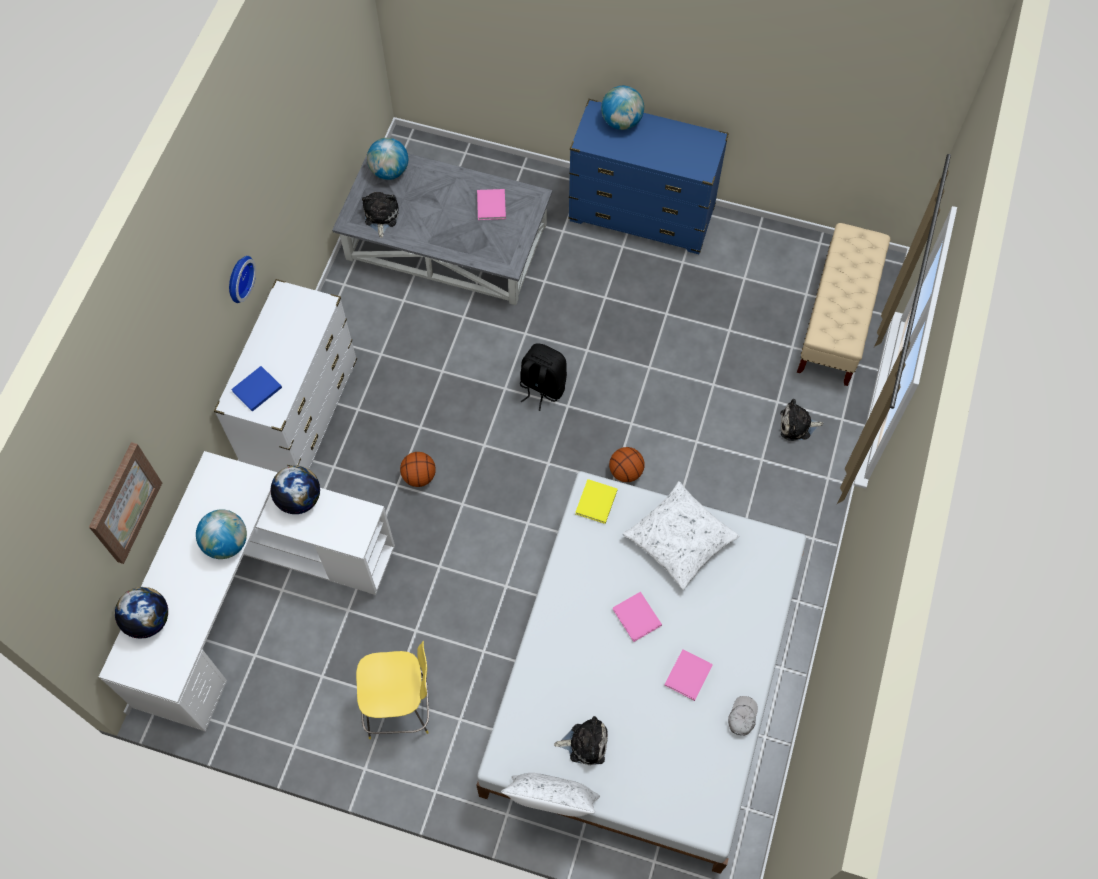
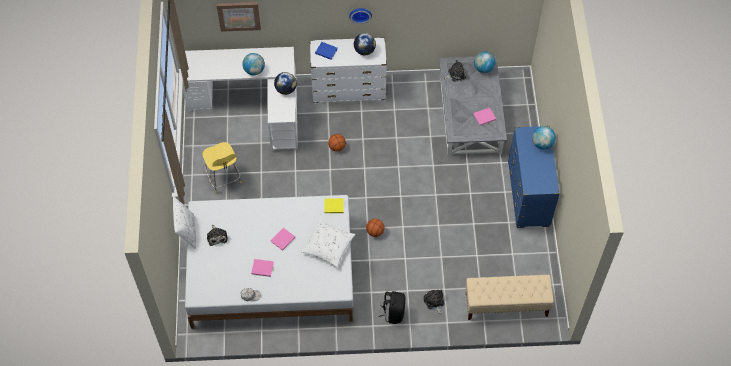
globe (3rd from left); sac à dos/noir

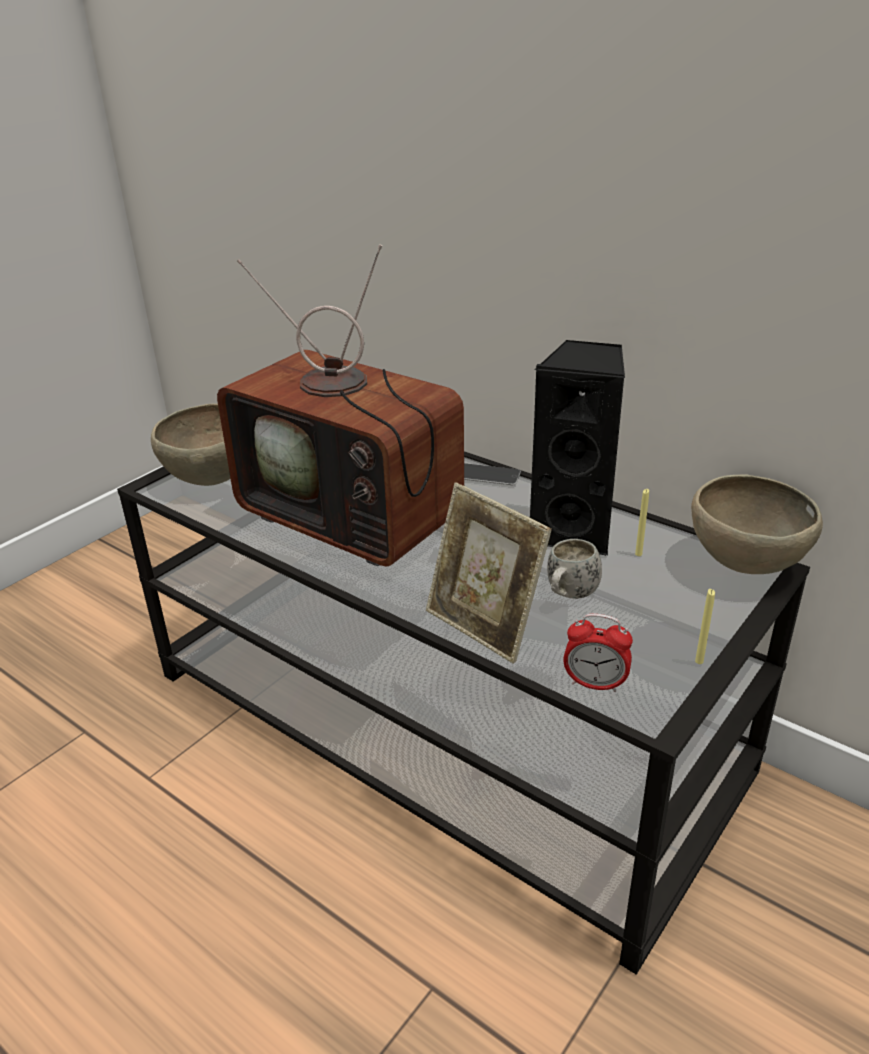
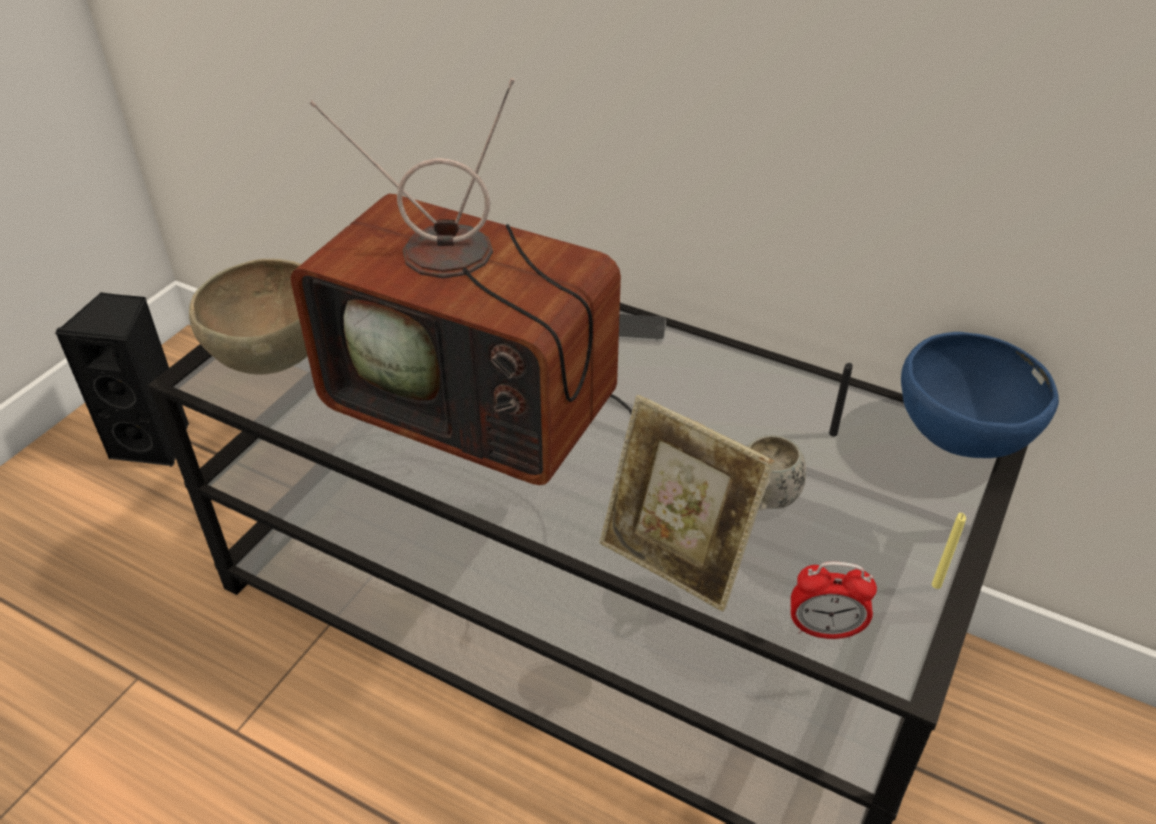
enceinte/noir; bougie/noir; bol/bleu

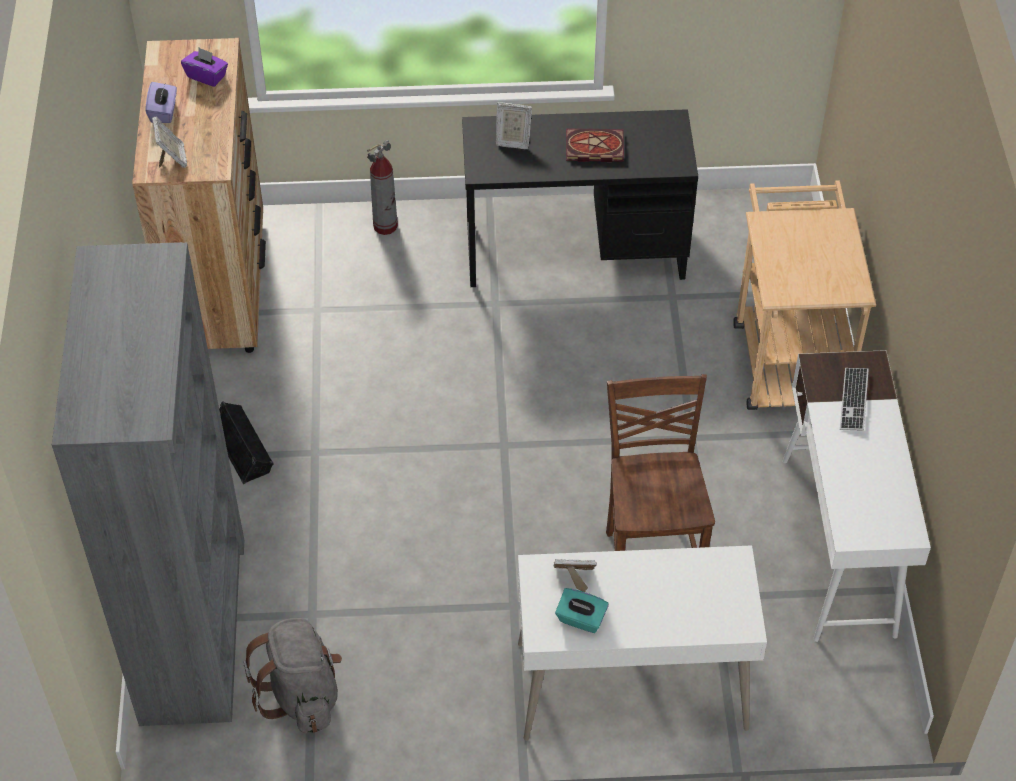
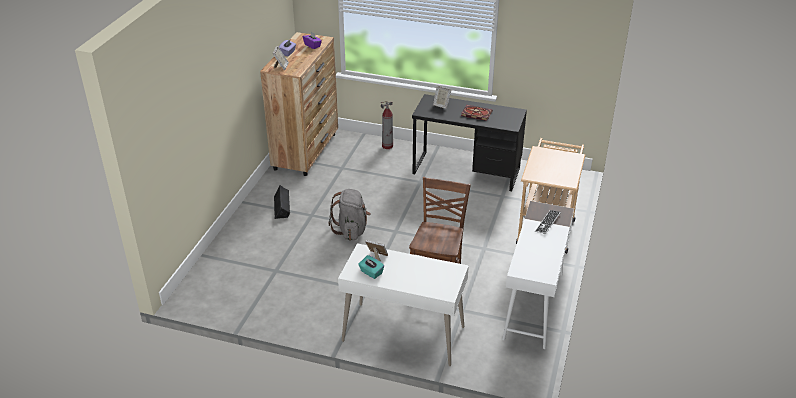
bibliothèque/gris; sac à dos/gris

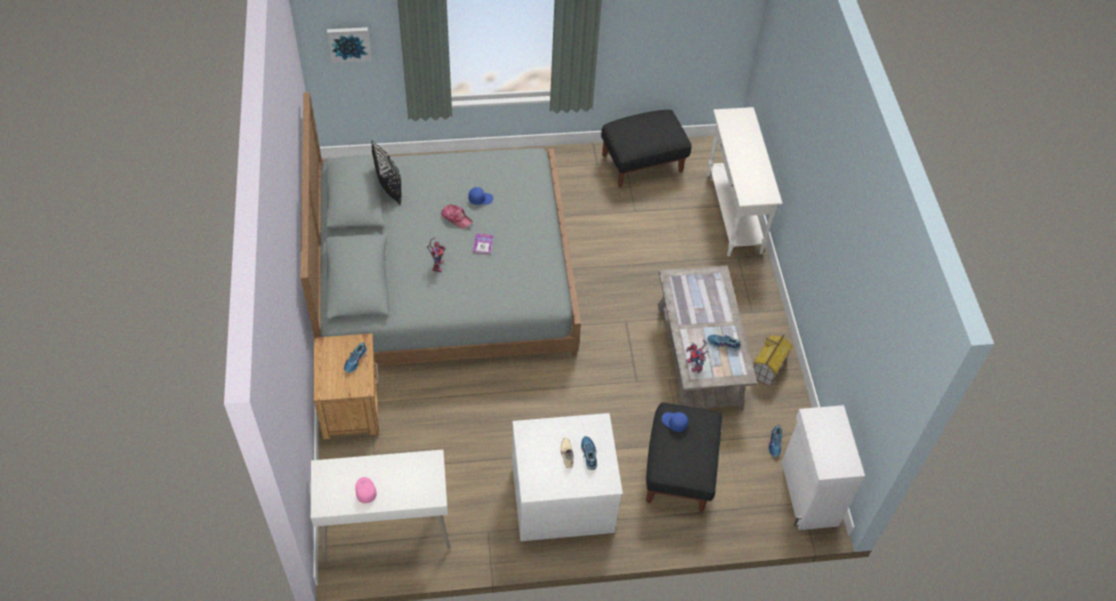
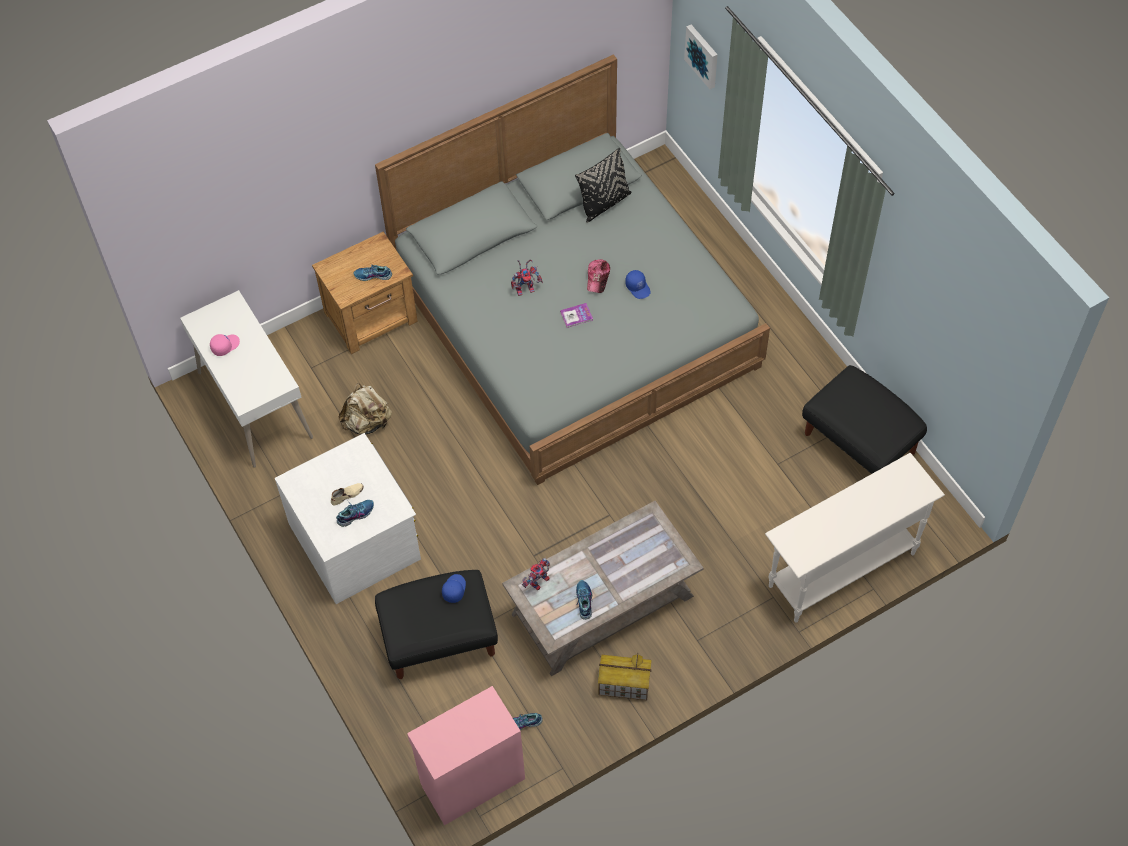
meuble de rangement/rose; sac à dos/beige

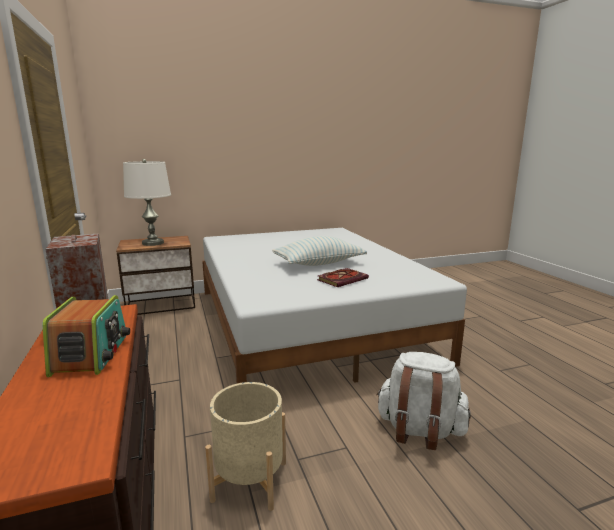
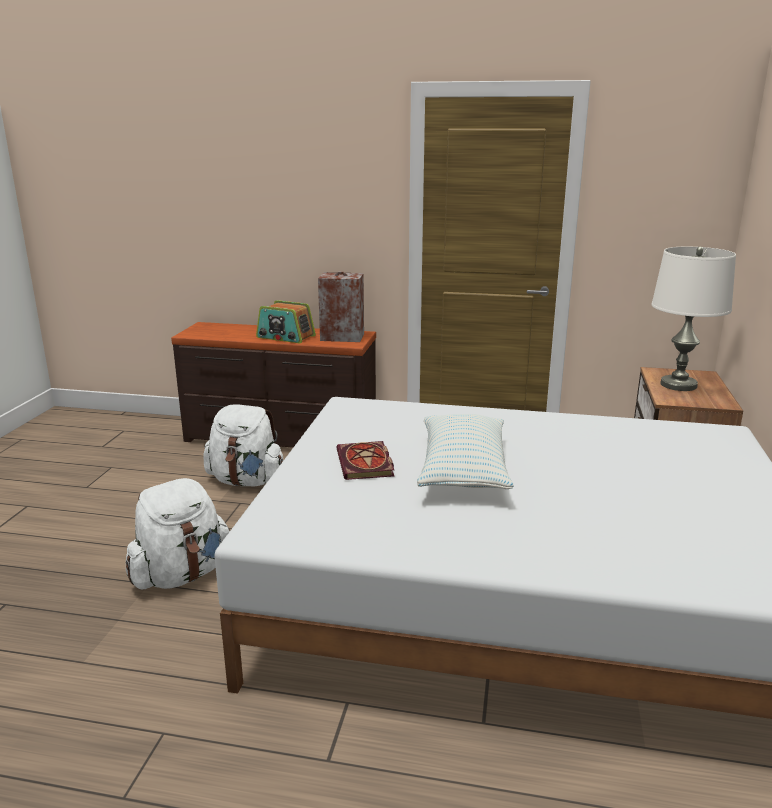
sac à dos/blanc (2nd from left)

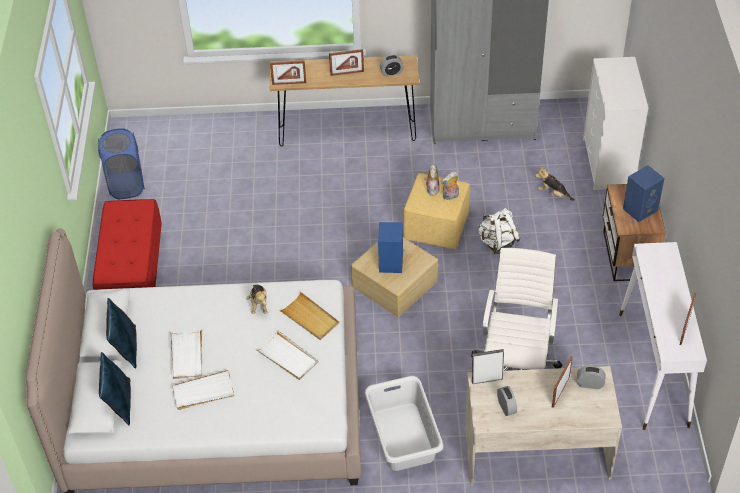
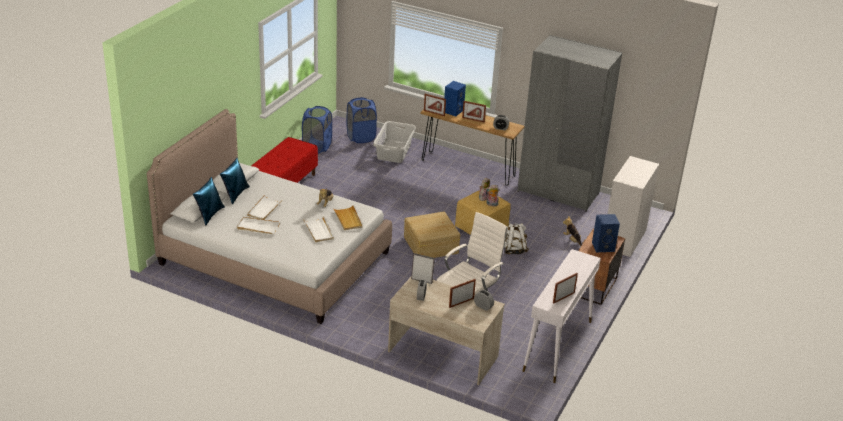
panier à linge/gris; enceinte/bleu (1st from left); panier à linge/bleu (2nd from left)

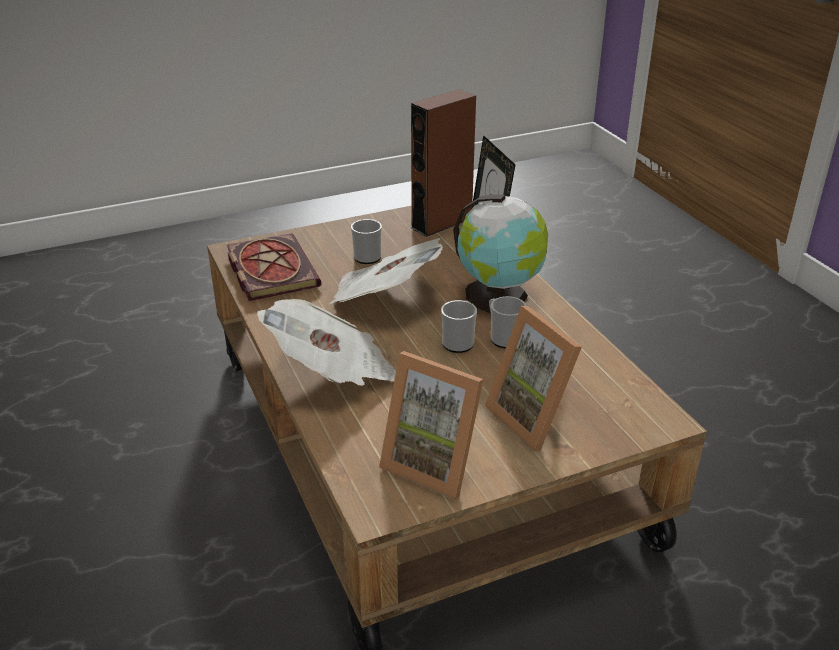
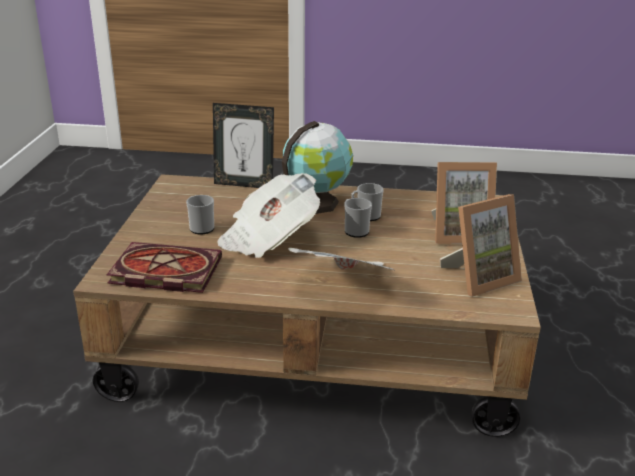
enceinte/marron

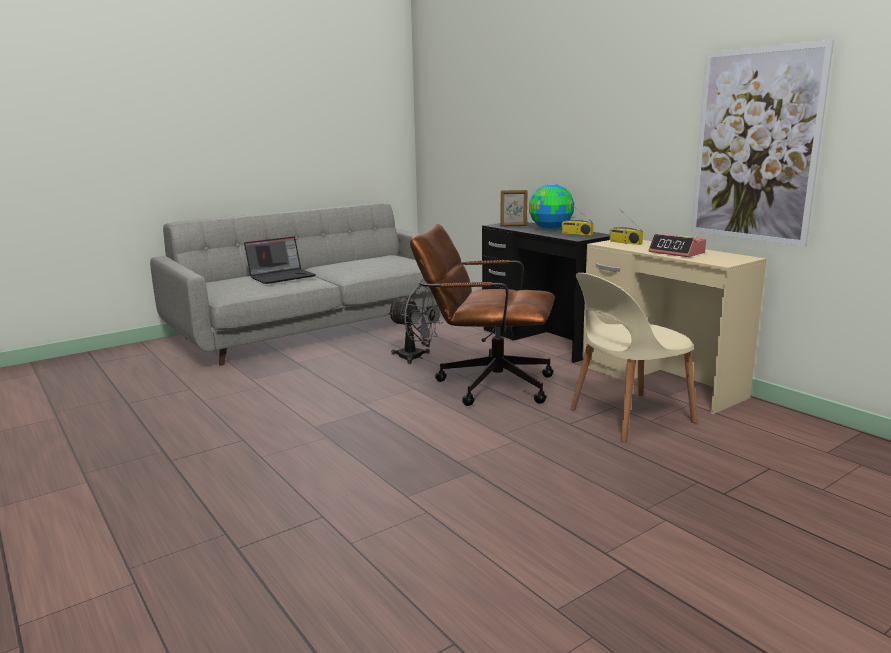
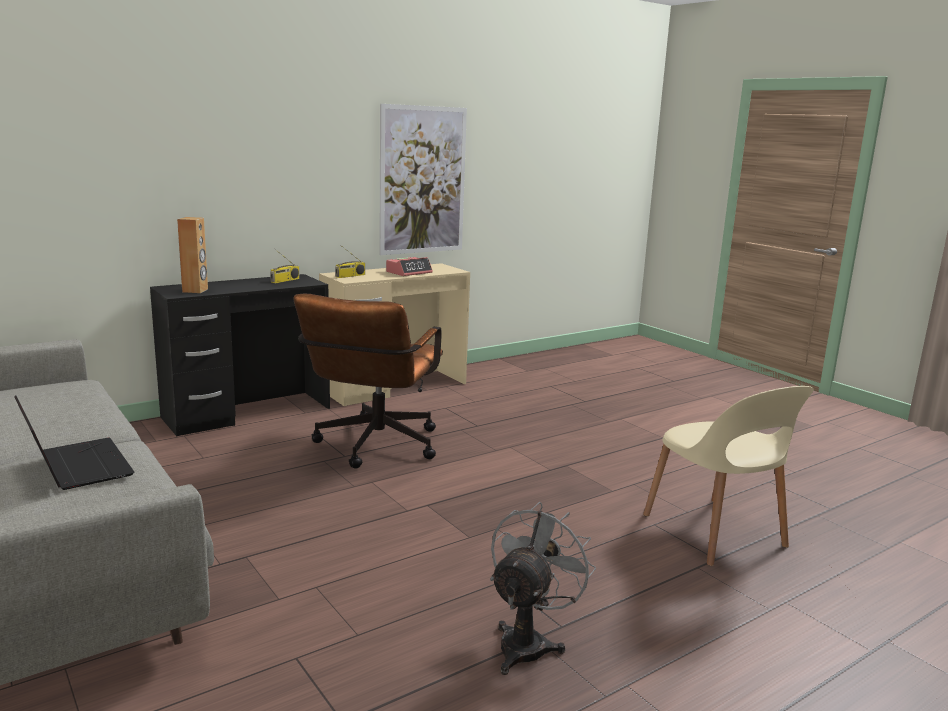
ventilateur/gris; enceinte/marron; globe; chaise/beige

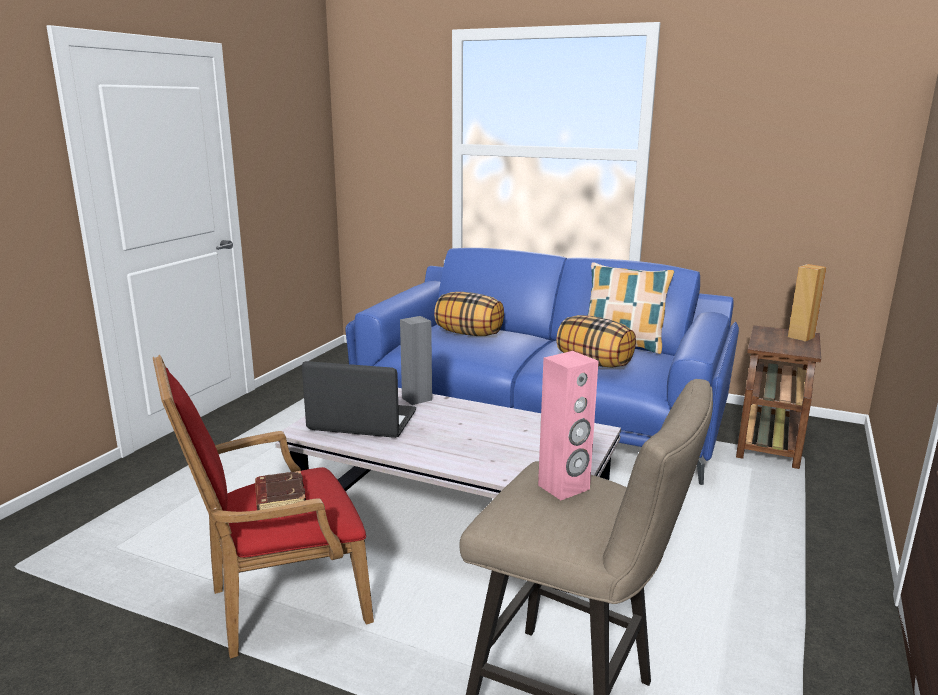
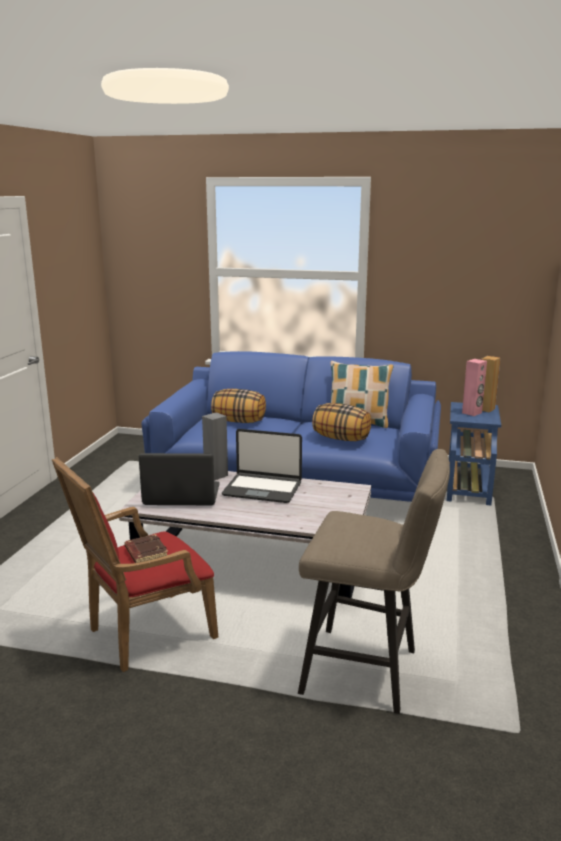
enceinte/rose; table d'appoint/bleu; ordinateur portable (2nd from left)

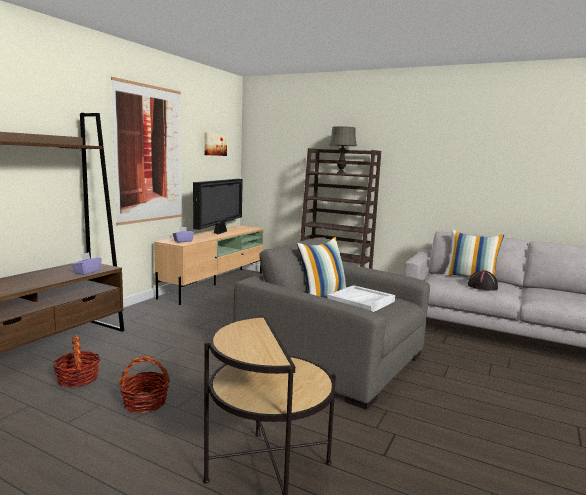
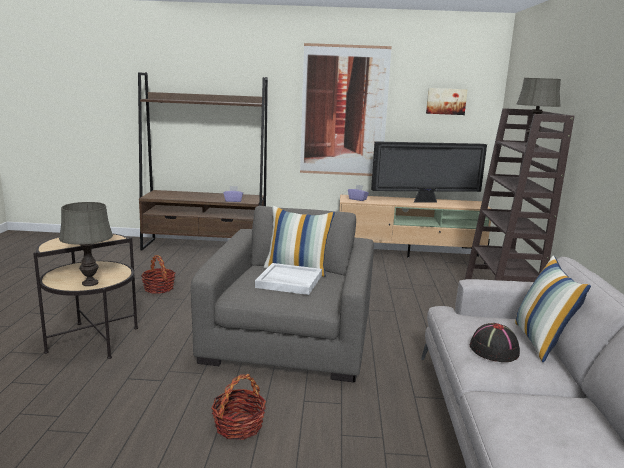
panier (2nd from left); lampe de table/gris (1st from left)

